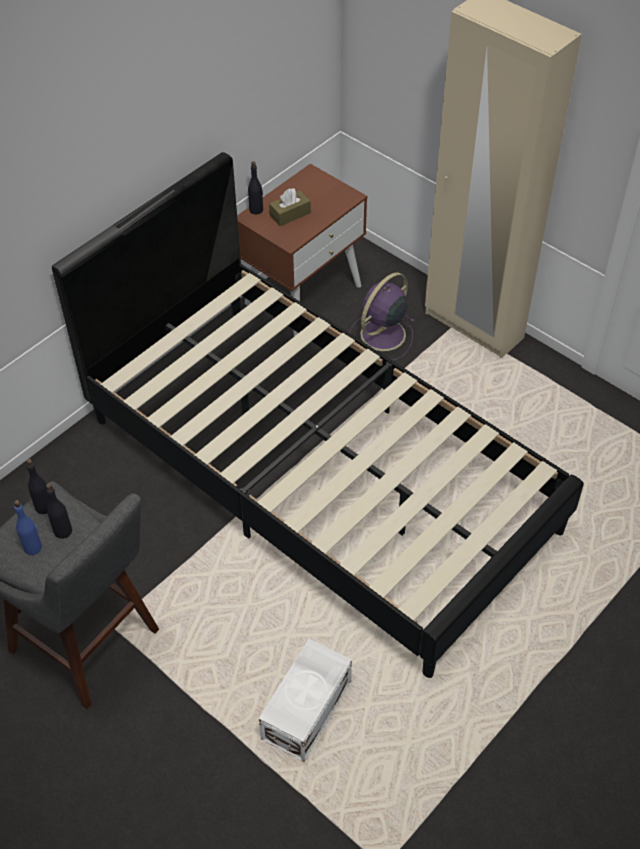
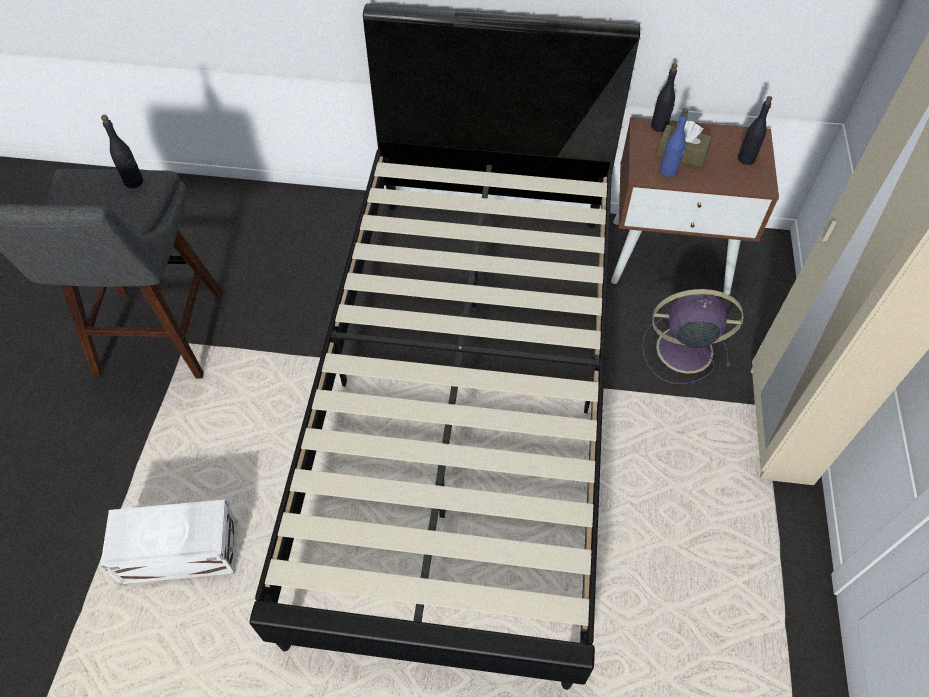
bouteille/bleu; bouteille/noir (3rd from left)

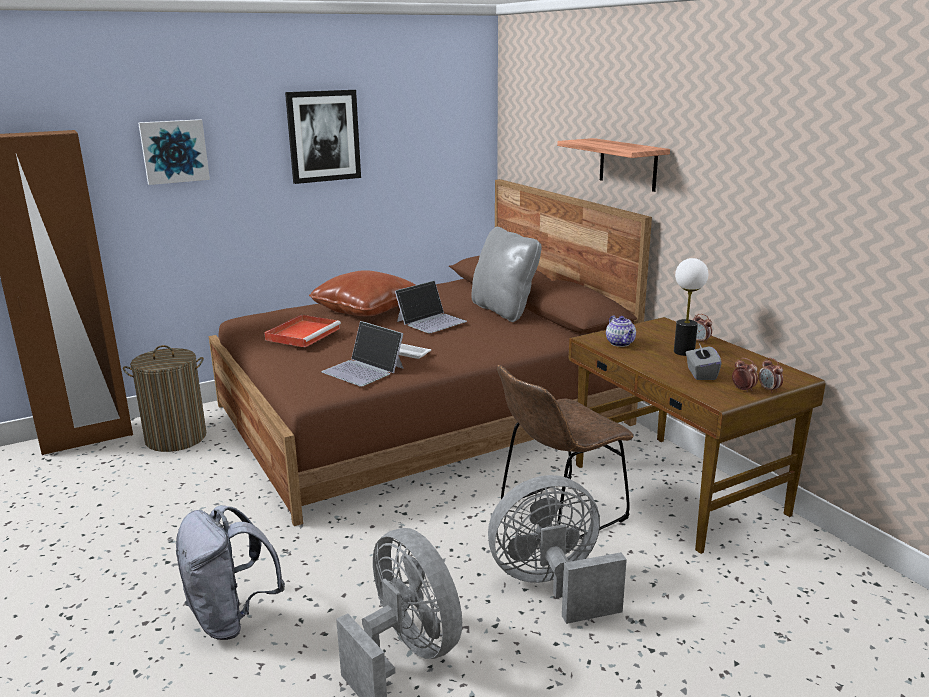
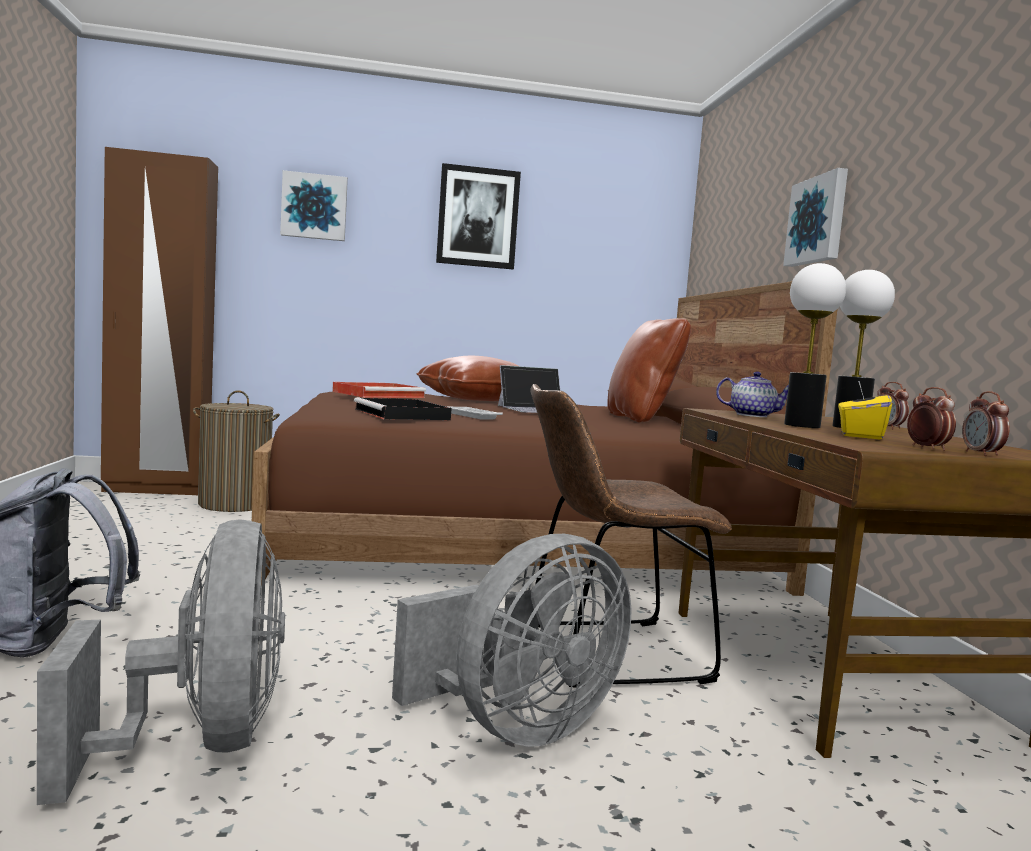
plateau/noir; coussin/marron (2nd from left); ventilateur/gris (2nd from left); tableau (3rd from left); théière; boîte à mouchoirs/jaune; lampe de table (1st from left)

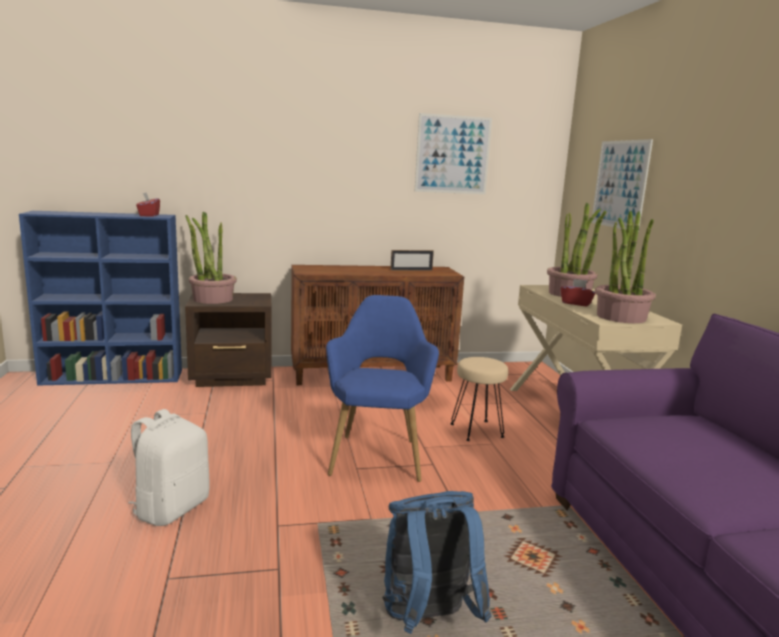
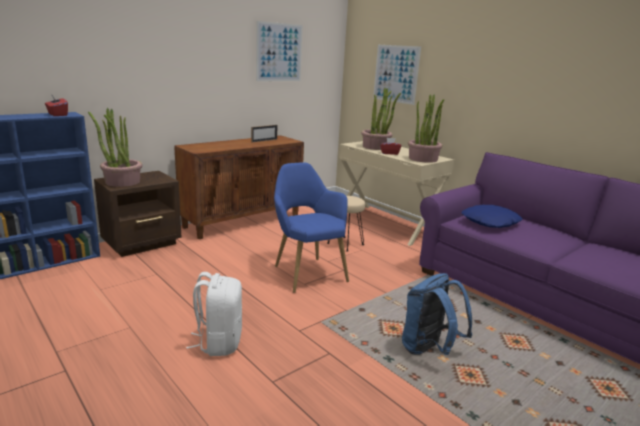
coussin/bleu

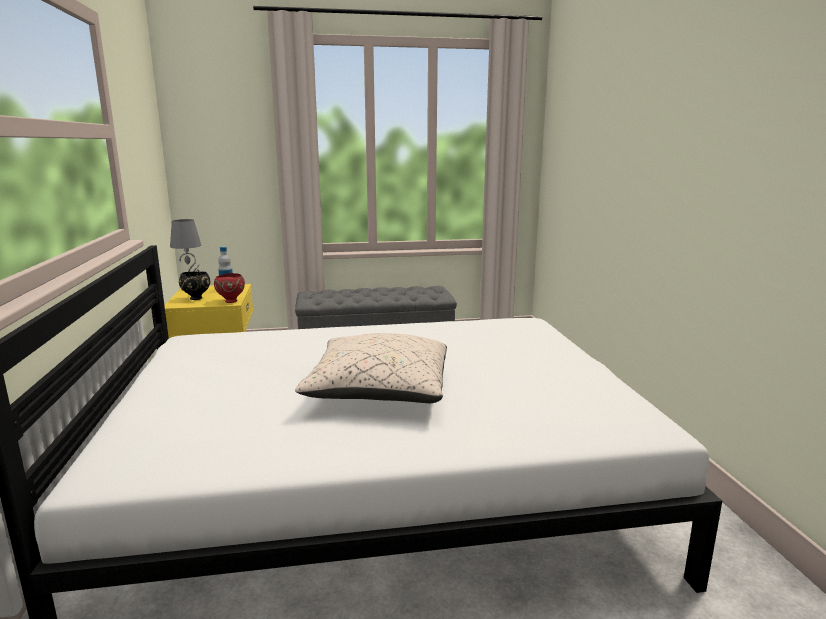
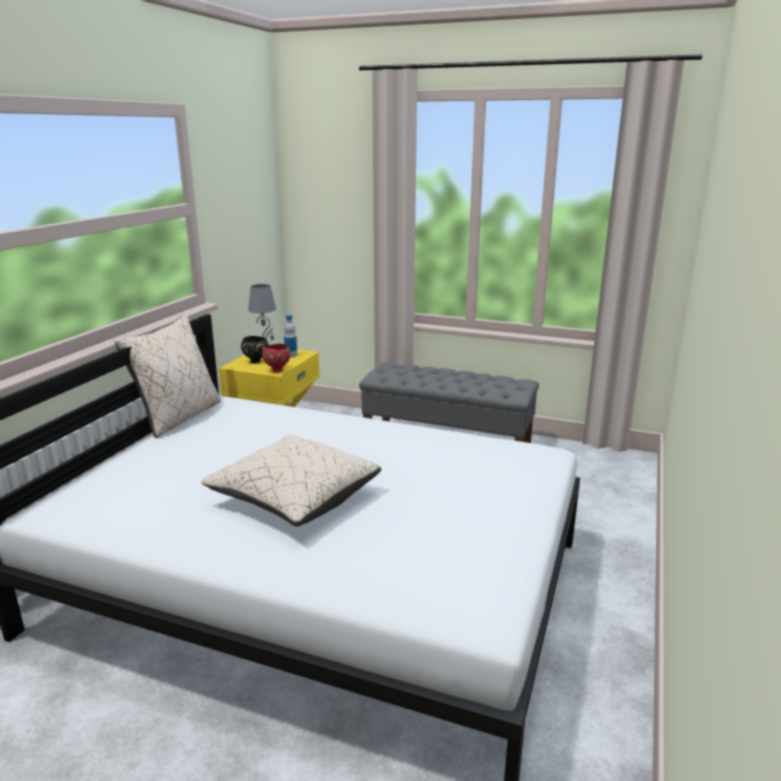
coussin/beige (1st from left)

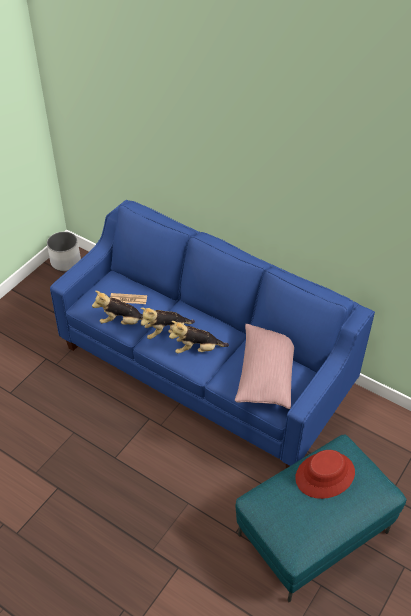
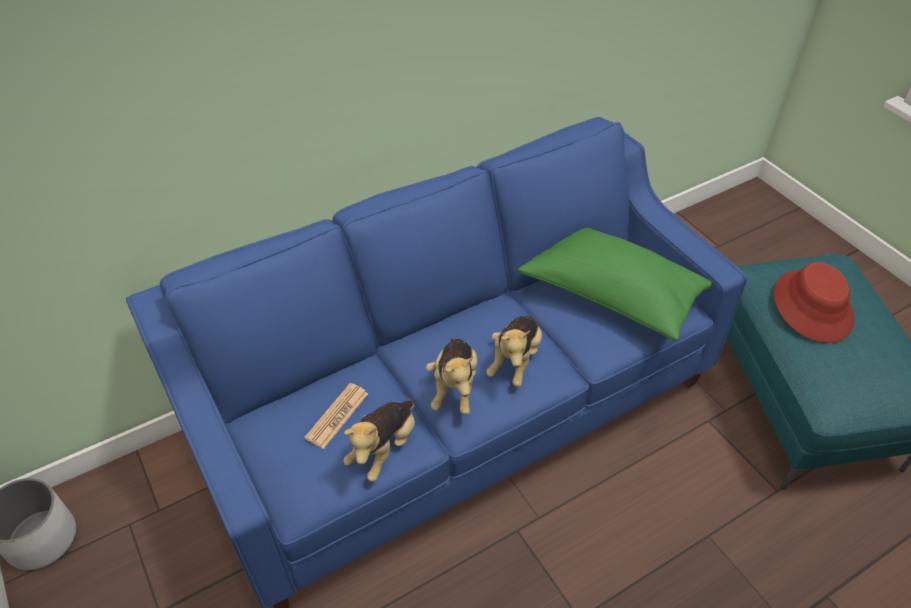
coussin/vert

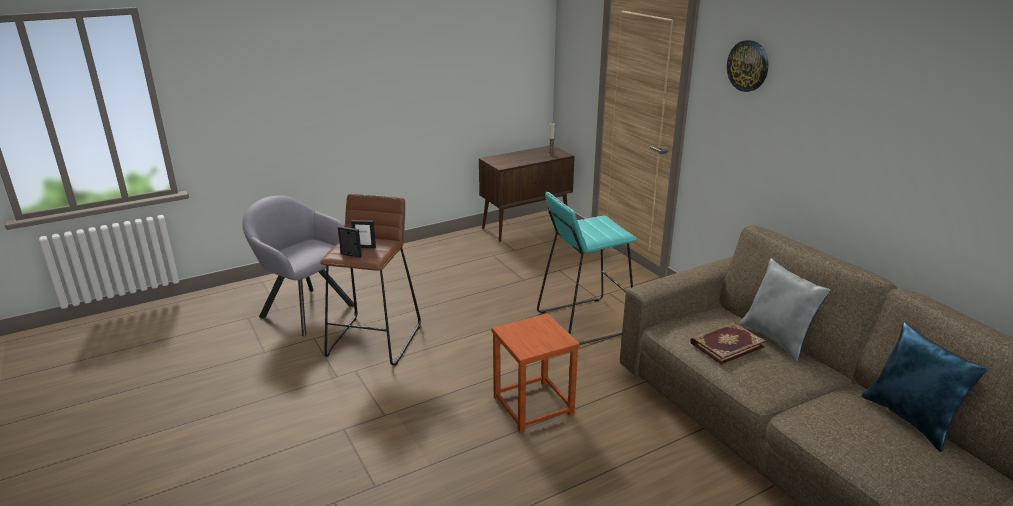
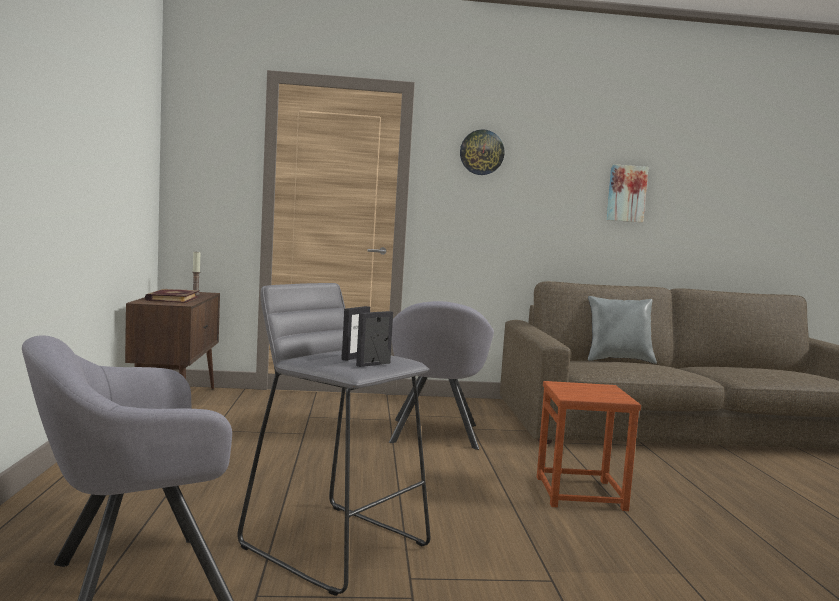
tabouret/gris; fauteuil/gris (2nd from left); livre; coussin/bleu; tableau

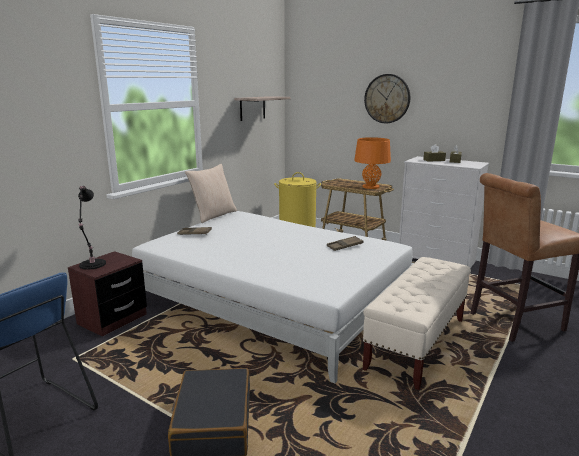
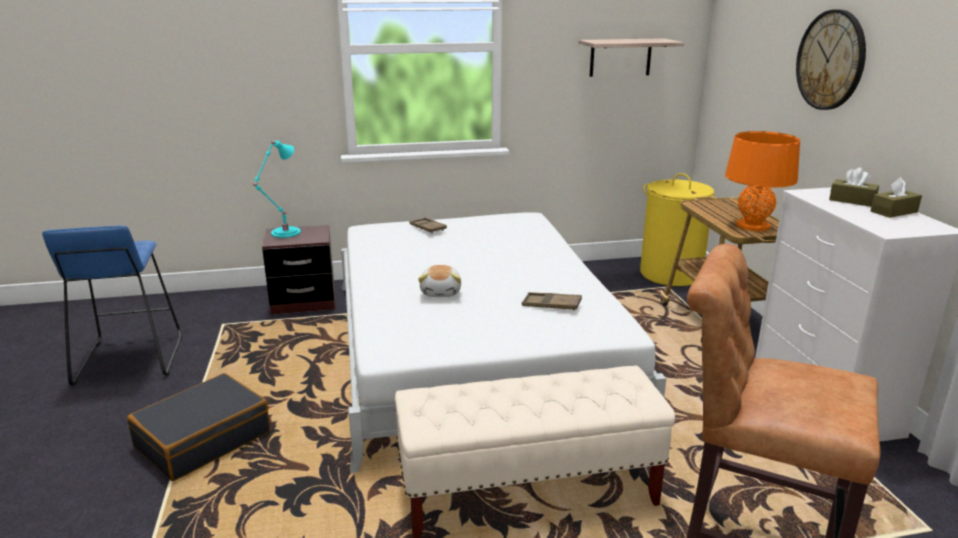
lampe de table/turquoise; coussin/beige; peluche

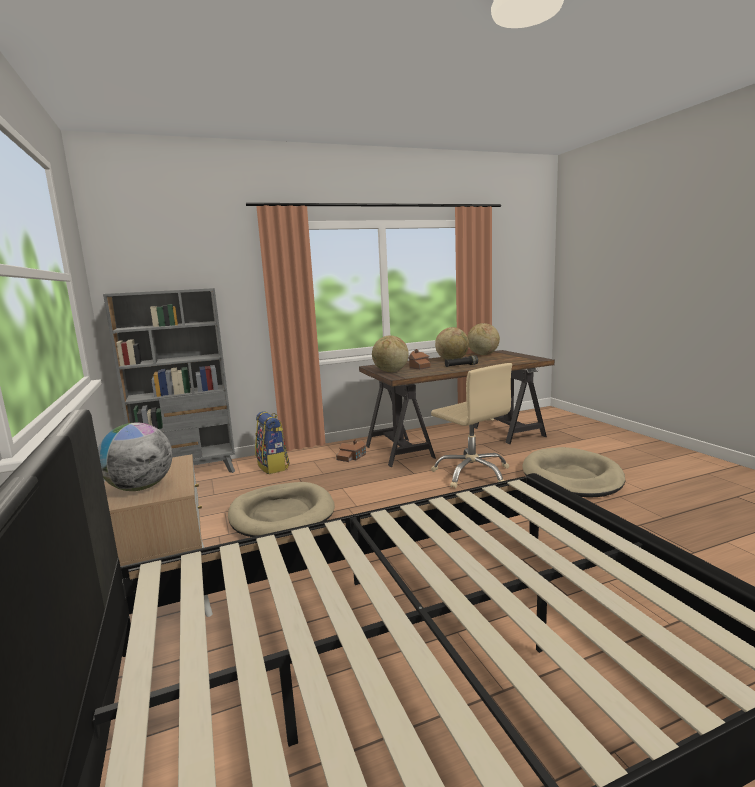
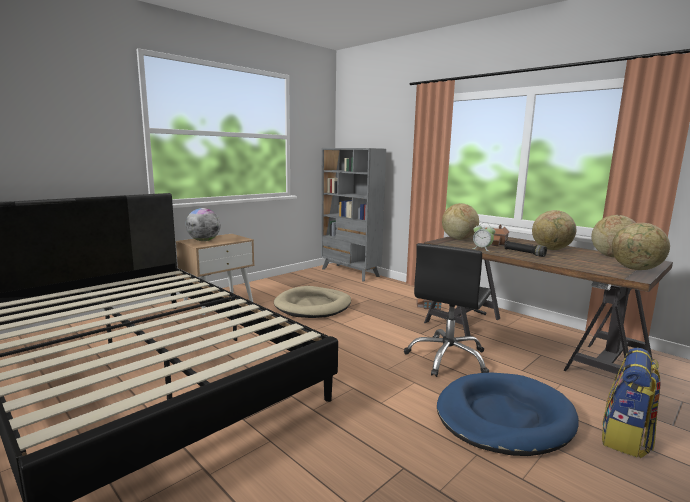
sac à dos; chaise de bureau/noir; panier pour chien/bleu; réveil; globe (5th from left)

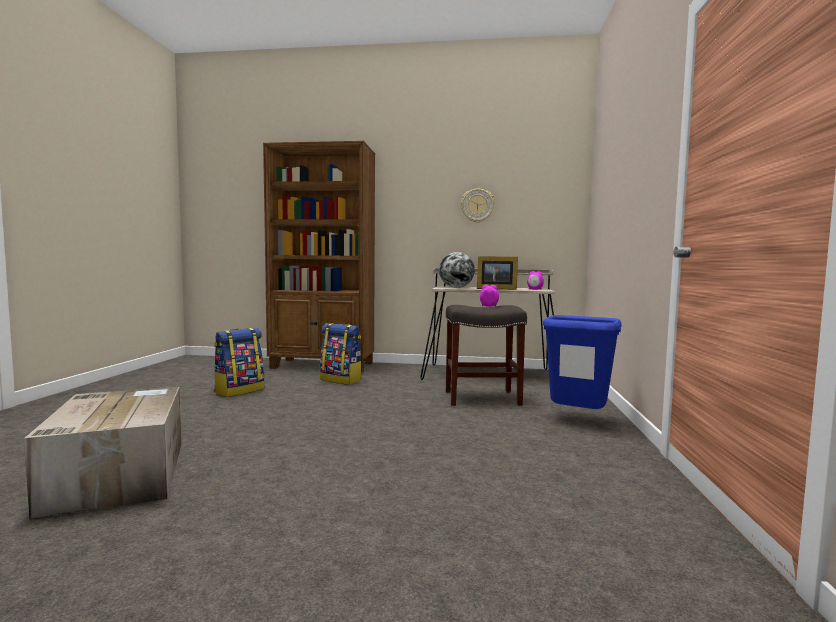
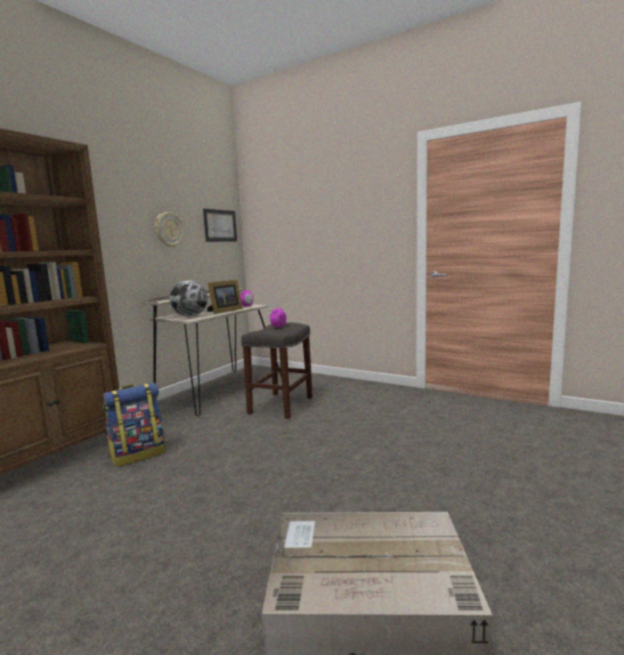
sac à dos (1st from left in the first image); poubelle/bleu; tableau

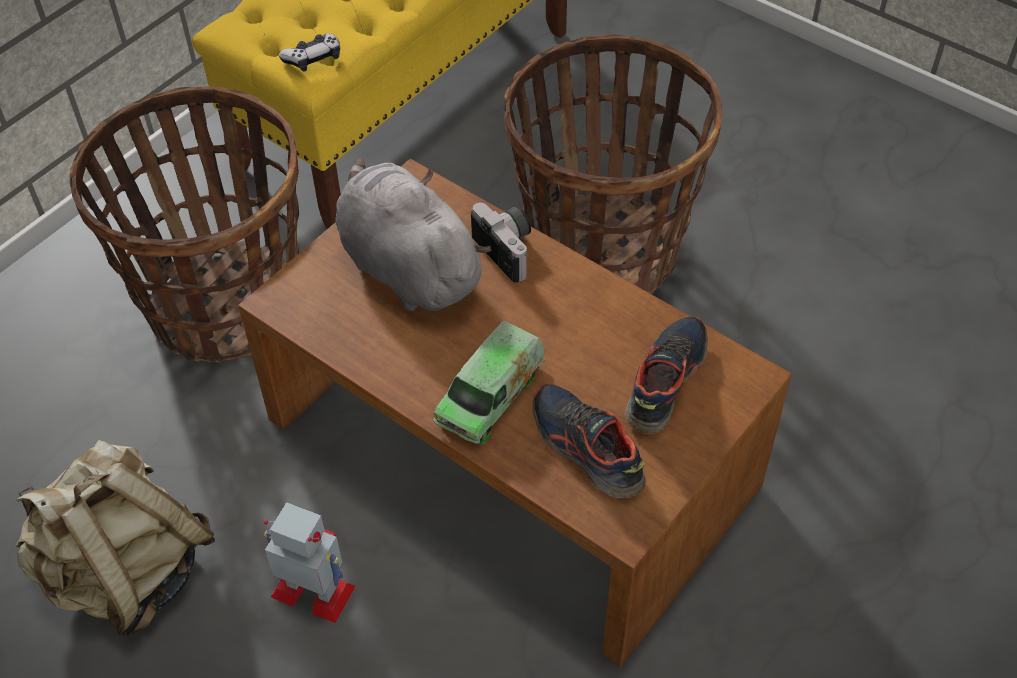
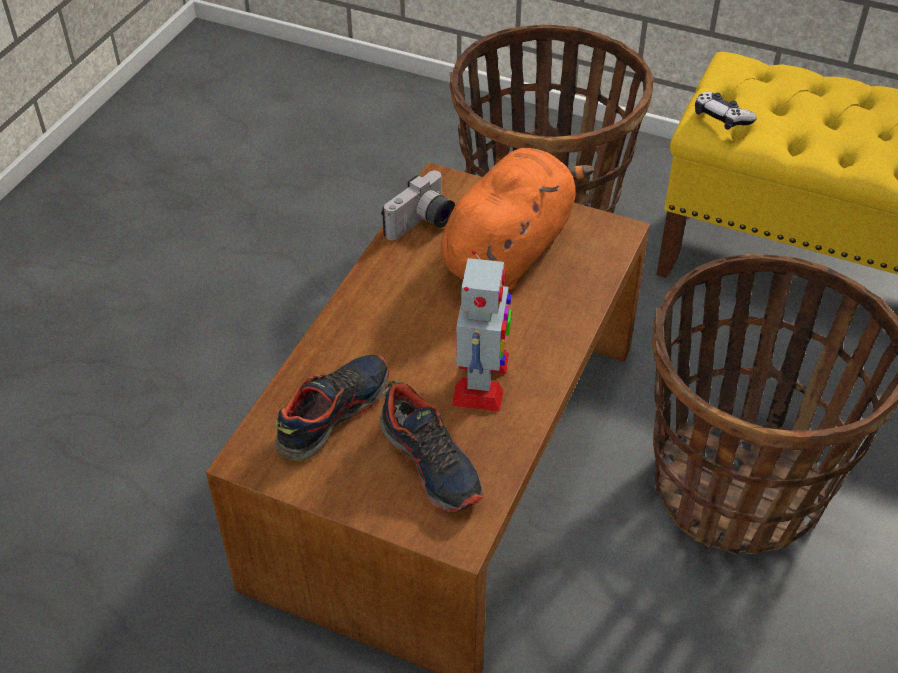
sac à dos/beige; robot jouet; peluche/orange; camion jouet; appareil photo; chaussure (2nd from left)

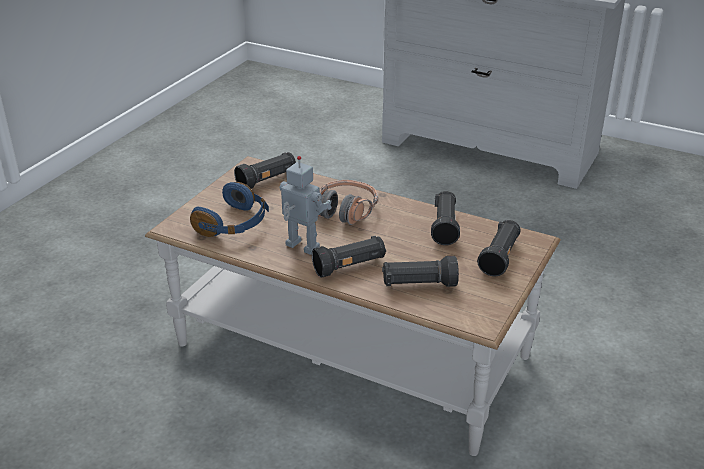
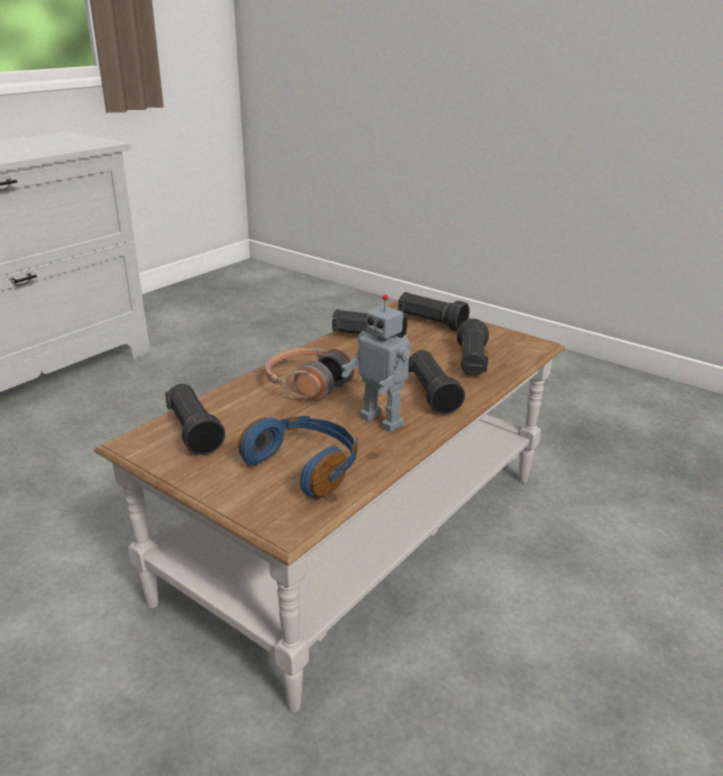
robot jouet

